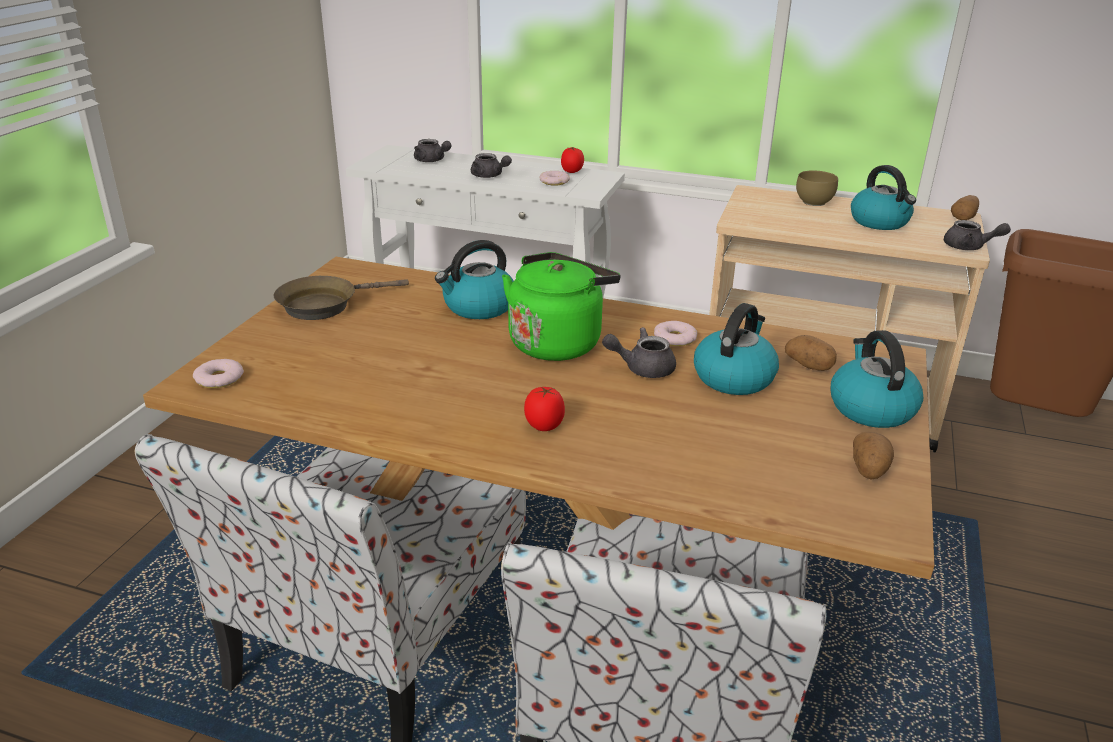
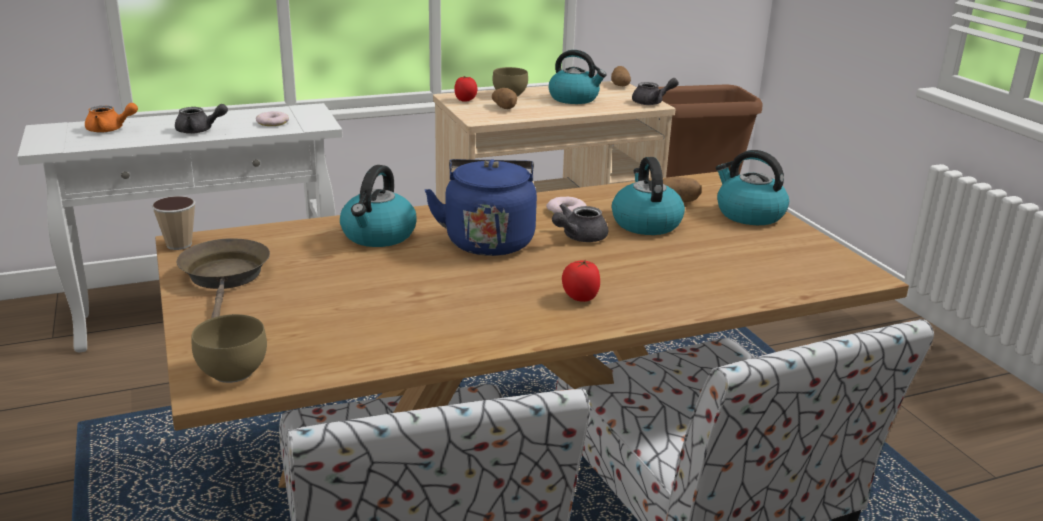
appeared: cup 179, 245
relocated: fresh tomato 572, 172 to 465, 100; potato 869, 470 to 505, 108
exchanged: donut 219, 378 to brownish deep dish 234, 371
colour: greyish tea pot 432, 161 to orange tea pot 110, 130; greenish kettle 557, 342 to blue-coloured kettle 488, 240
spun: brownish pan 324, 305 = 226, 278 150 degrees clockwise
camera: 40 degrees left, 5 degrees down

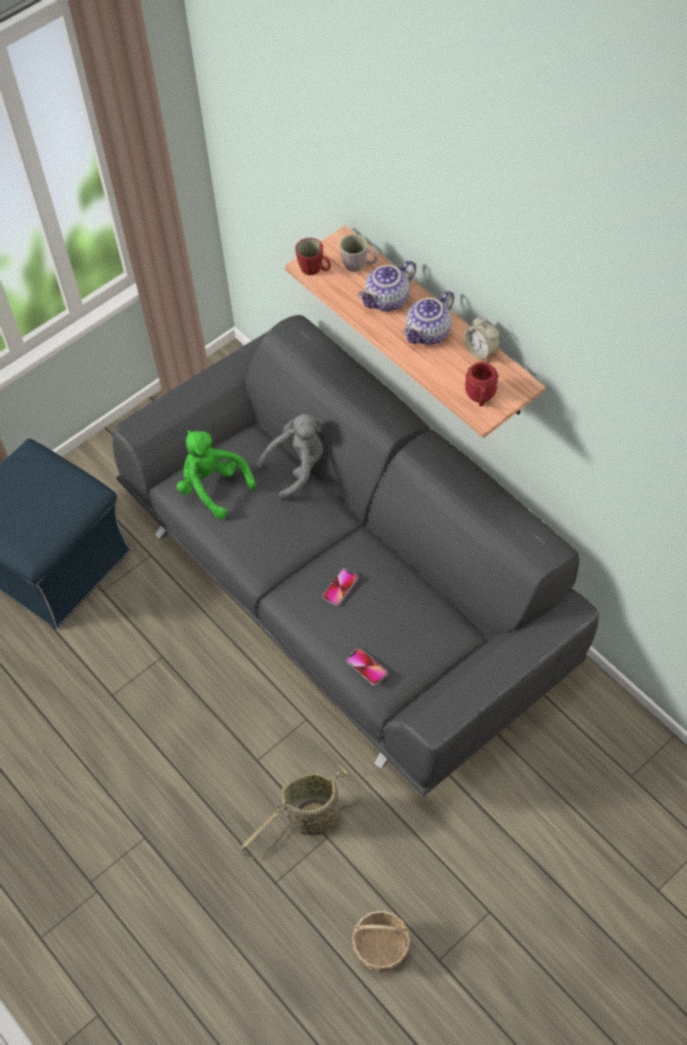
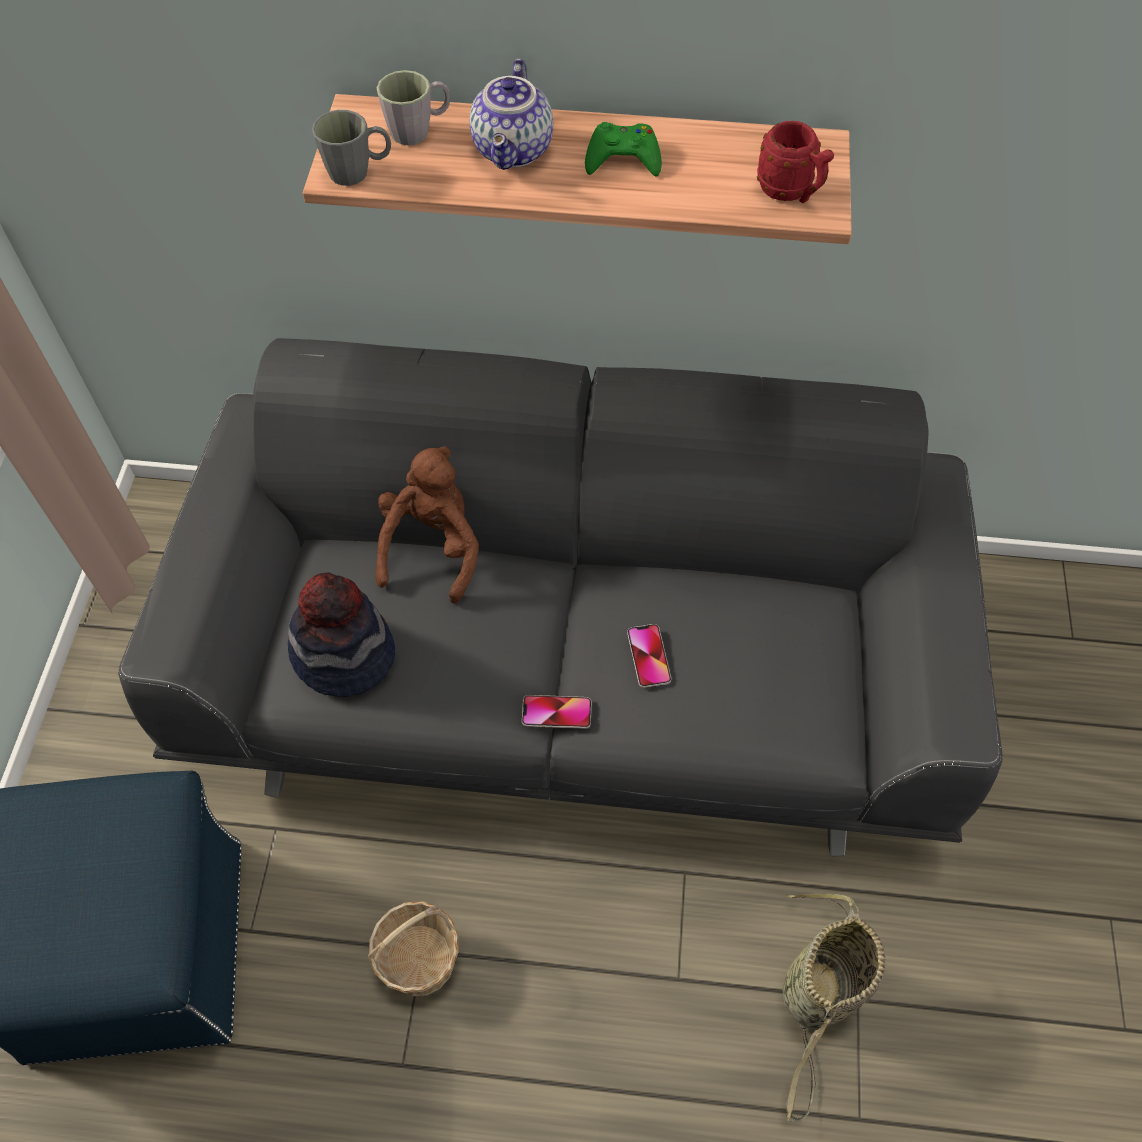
missing: bedside clock 481, 351
relocated: storage basket 381, 949 to 420, 960; telephone 366, 667 to 556, 712
exchanged: greenish plush toy 213, 487 to wearable hat 344, 655; tea pot 428, 334 to greenish gamepad 623, 158
colour: red mug 315, 270 to greyish mug 358, 172; greyish plush toy 297, 467 to brownish plush toy 432, 548
camera: 45 degrees left, 0 degrees up

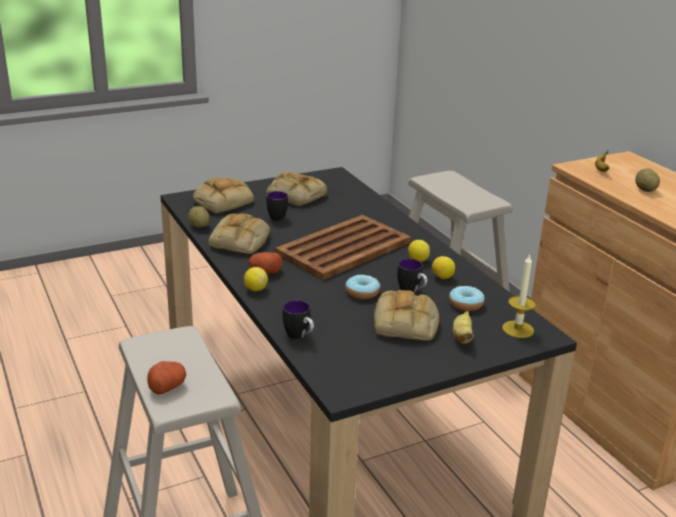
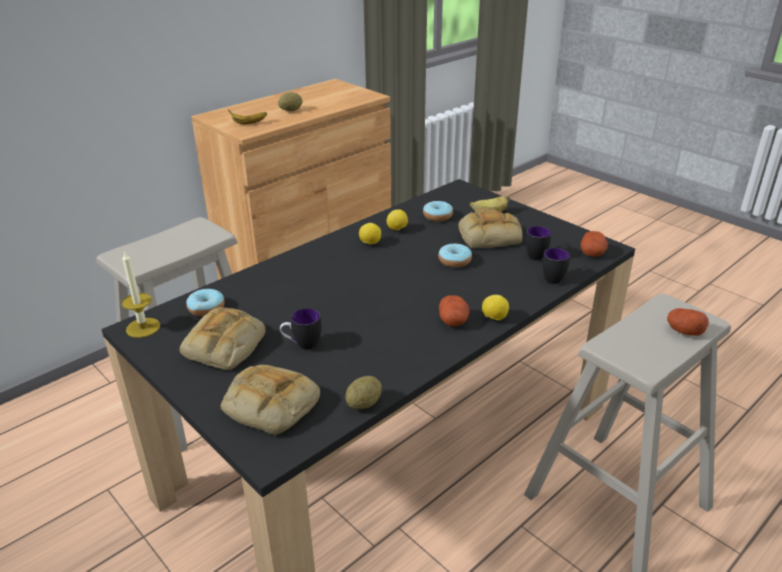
missing: bread 240, 241; brownish carrying tray 345, 248
appeared: donut 206, 308; potato 592, 253
relocated: candle 518, 329 to 143, 327; mug 412, 292 to 537, 254
camera: 105 degrees left, 5 degrees up

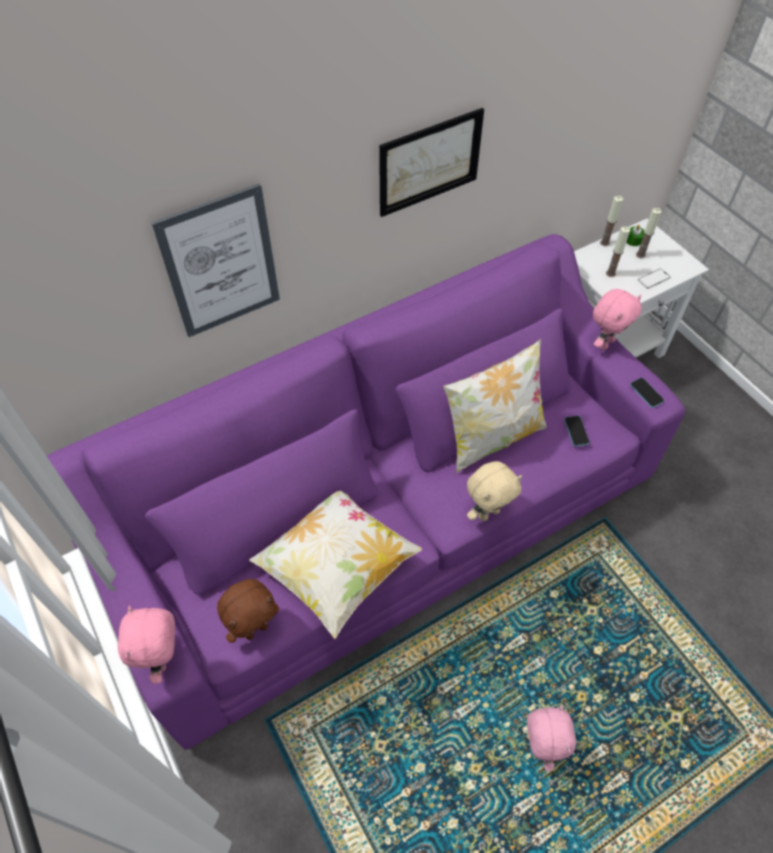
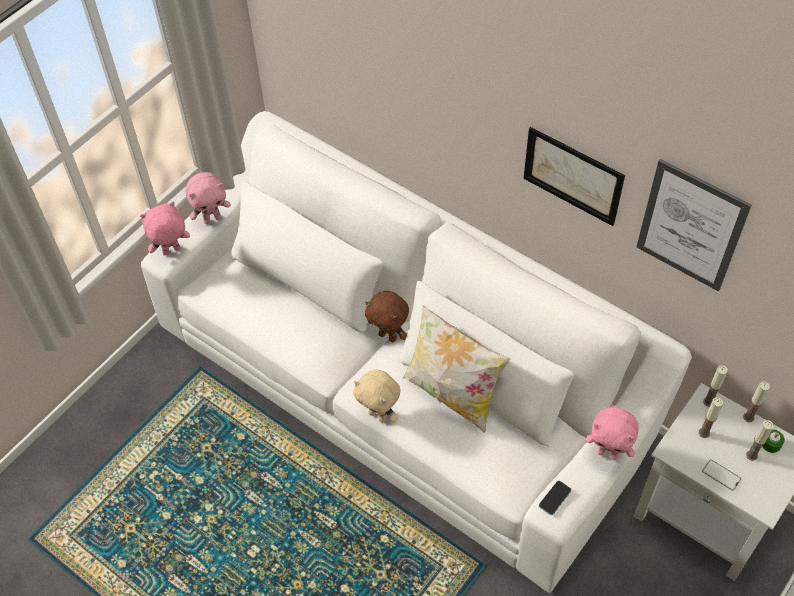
missing: throw pillow 337, 567; telephone 576, 431
appeared: candle 708, 402
relocated: pinkish plush toy 540, 745 to 212, 219; brownish plush toy 255, 629 to 388, 336; picture 221, 263 to 691, 226
colour: purple-coloured couch 386, 518 to white couch 401, 384
camera: 70 degrees right, 0 degrees up

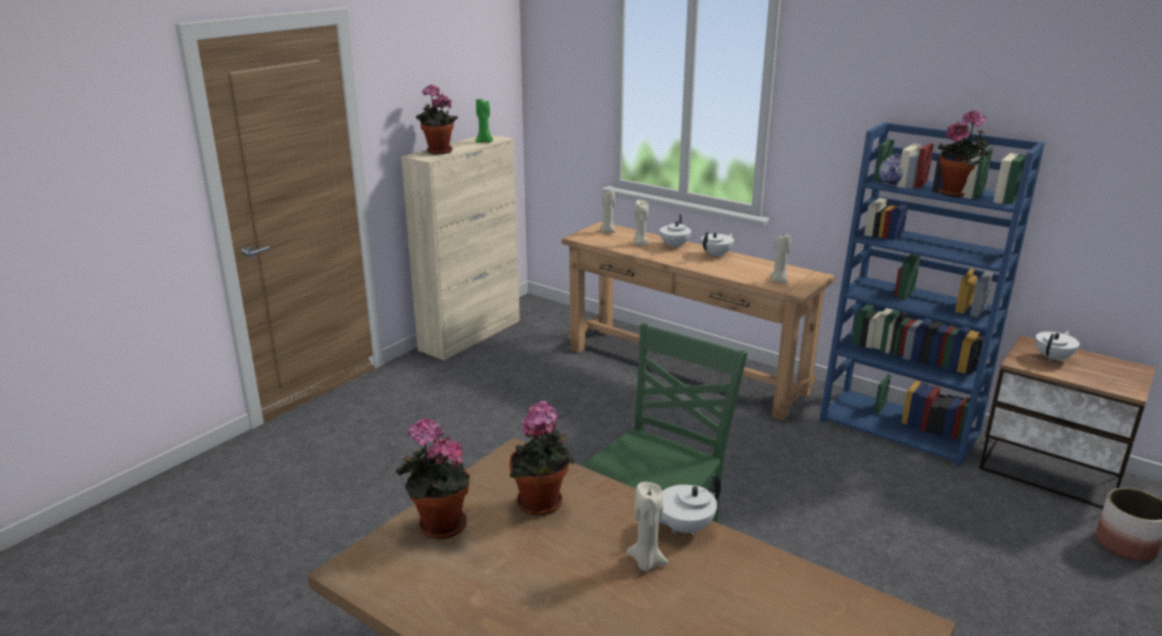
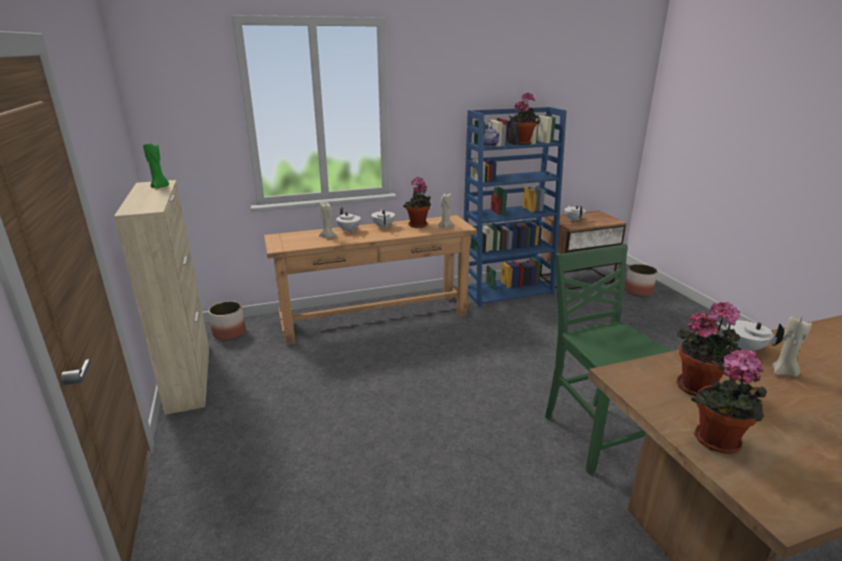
missing: sand-coloured candle 608, 231
appeared: flower pot 229, 333
relocated: houseplant 437, 152 to 418, 225
spun: white tea pot 684, 527 = 743, 348 120 degrees clockwise
camera: 55 degrees left, 0 degrees up

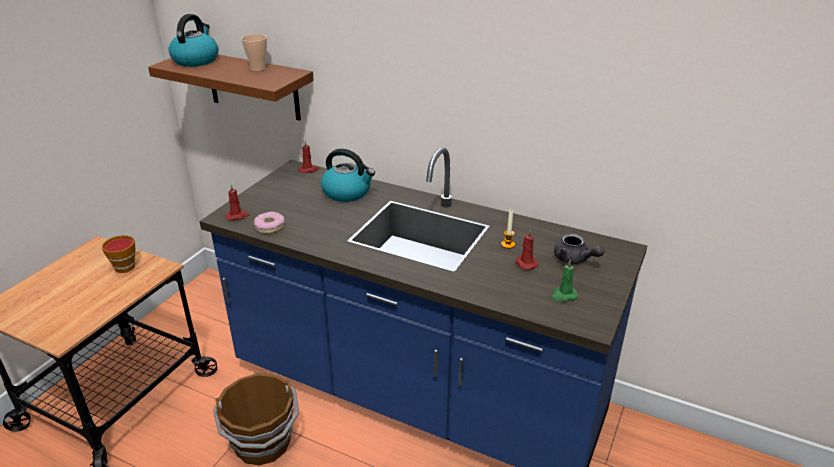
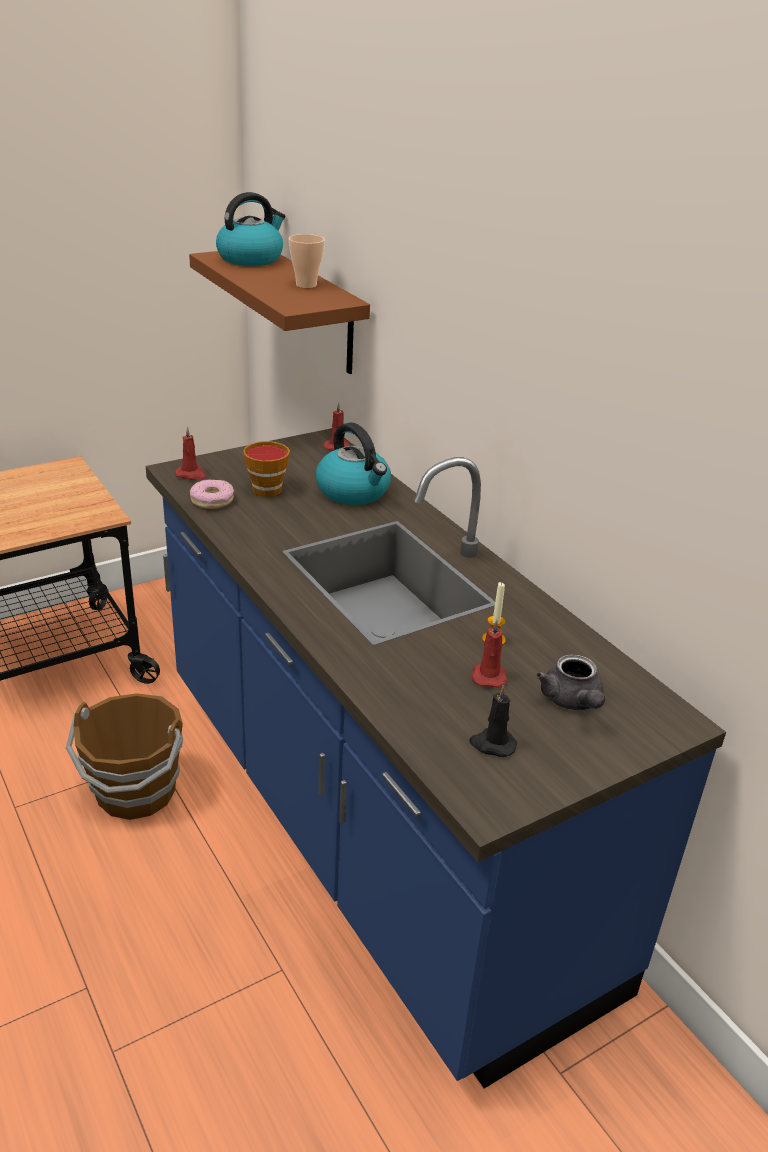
relocated: cup 123, 266 to 266, 488
colour: greenish candle 563, 295 to black candle 492, 744
camera: 30 degrees right, 0 degrees up

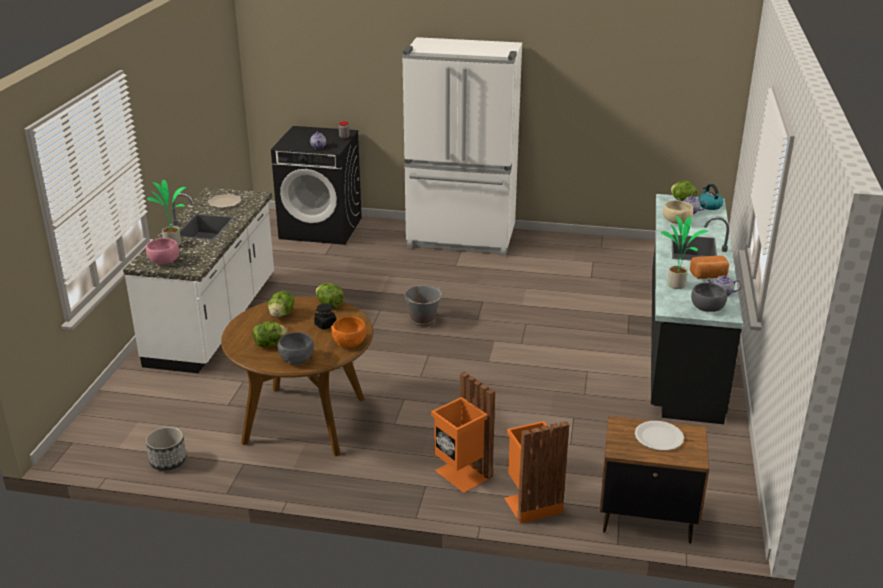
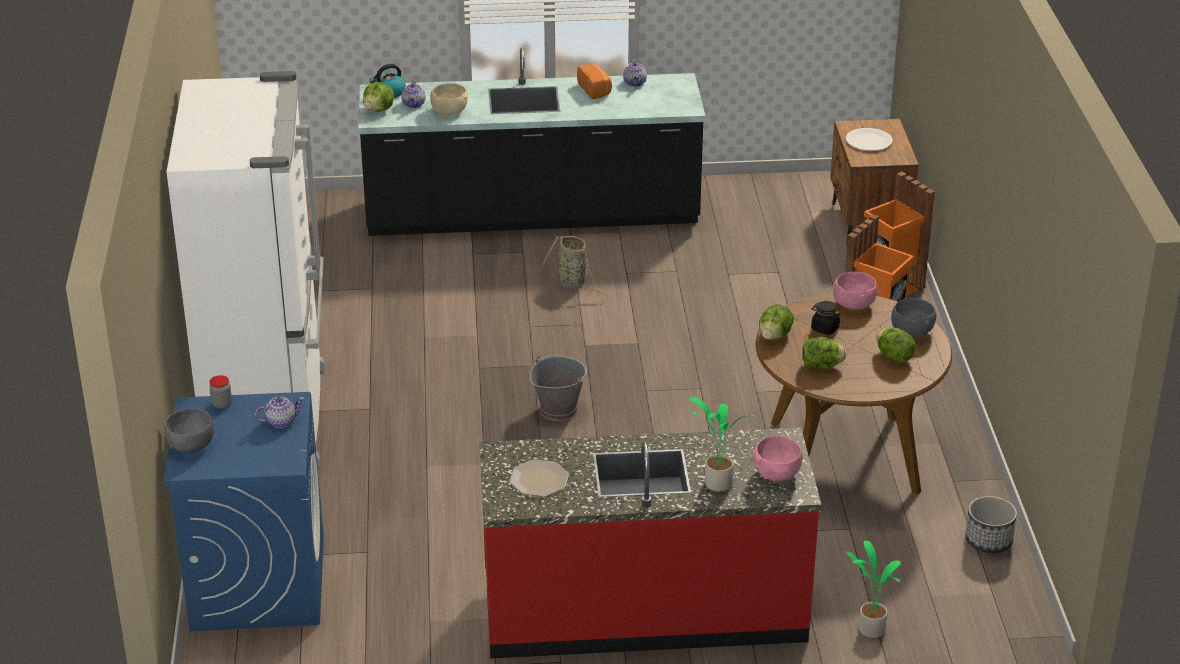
appeared: storage basket 573, 284
relocated: greyish deep dish 707, 308 to 191, 445; houseplant 677, 284 to 870, 629
colour: black laundry machine 321, 228 to blue-coloured laundry machine 257, 582; white kitchen base unit 215, 321 to red kitchen base unit 644, 610; orange deep dish 349, 342 to pinkish deep dish 853, 304
camera: 105 degrees left, 5 degrees up

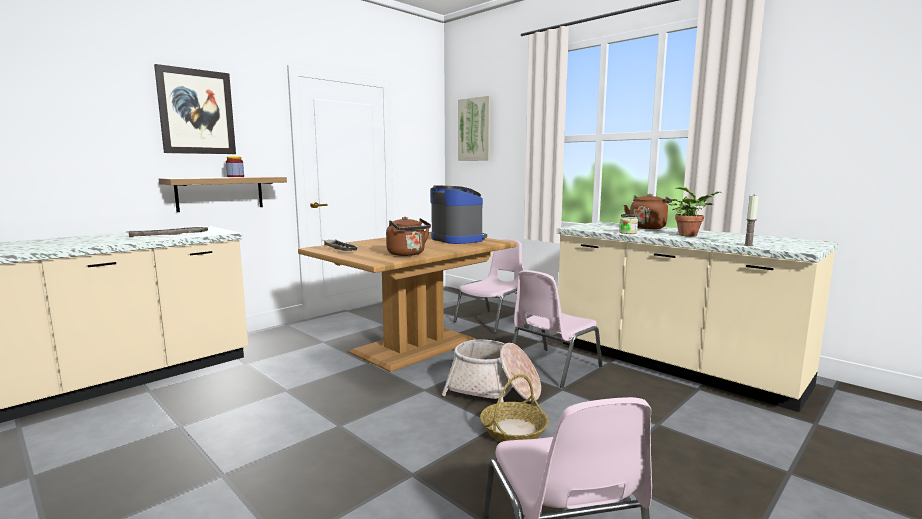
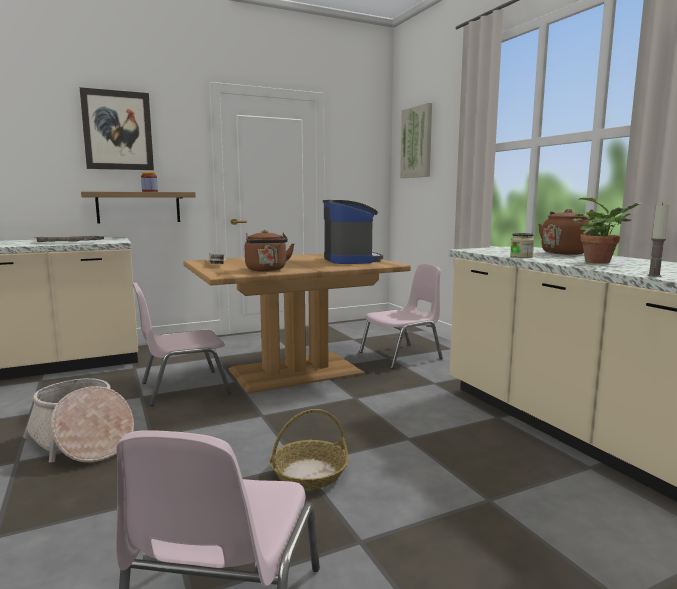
relocated: storage basket 493, 390 to 82, 441; pinkish plain chair 552, 367 to 183, 388
camera: 20 degrees right, 0 degrees up

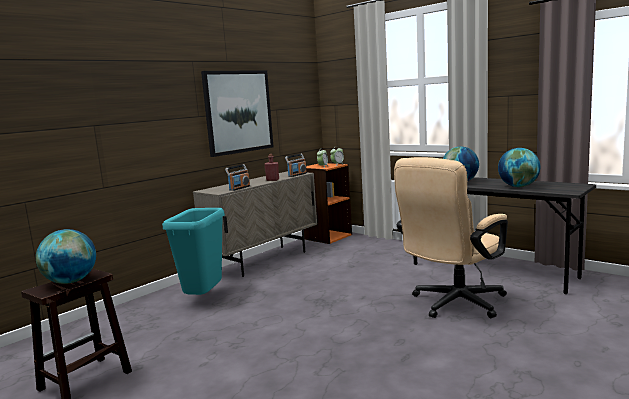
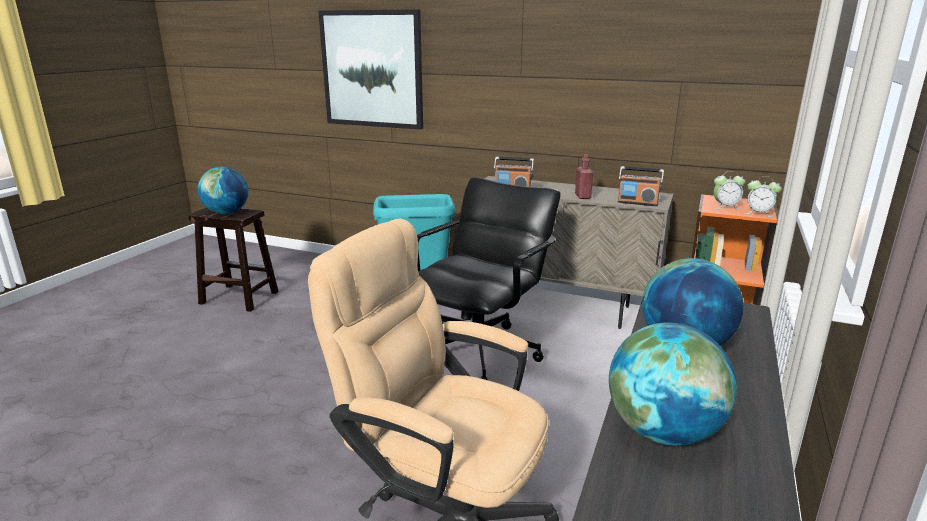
appeared: black desk chair 479, 353
relocated: picture 238, 112 to 372, 69
camera: 70 degrees right, 10 degrees up

